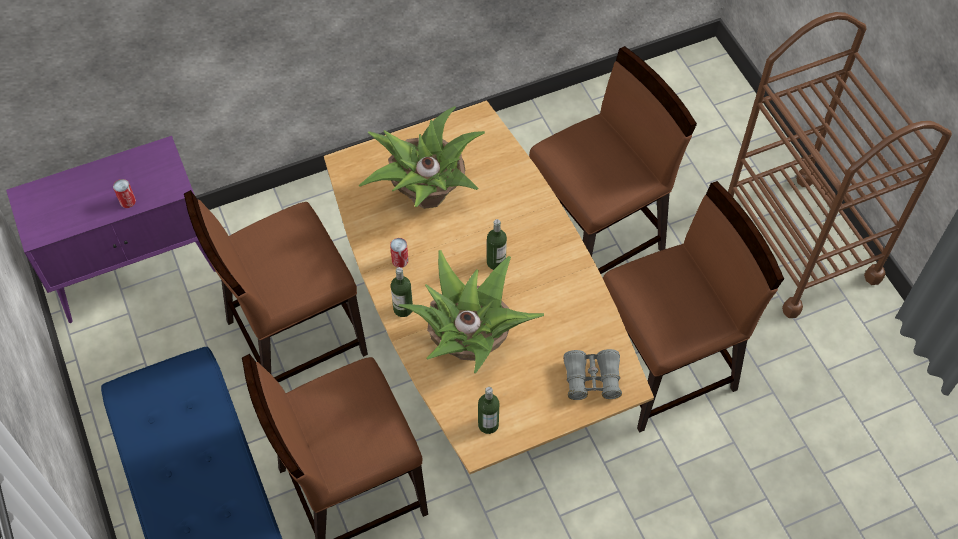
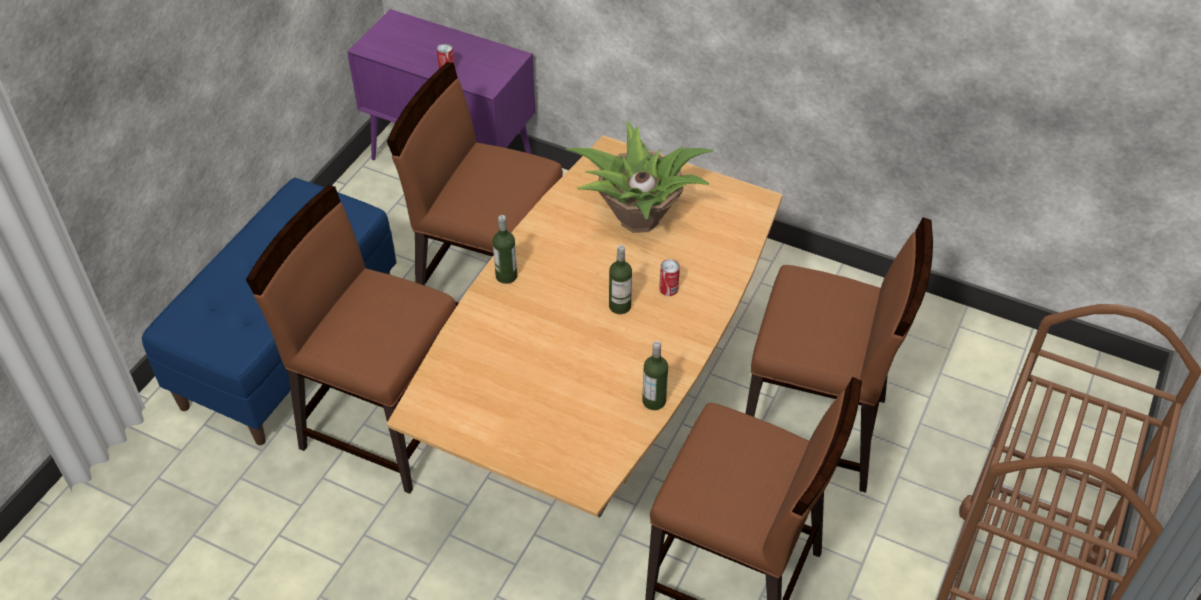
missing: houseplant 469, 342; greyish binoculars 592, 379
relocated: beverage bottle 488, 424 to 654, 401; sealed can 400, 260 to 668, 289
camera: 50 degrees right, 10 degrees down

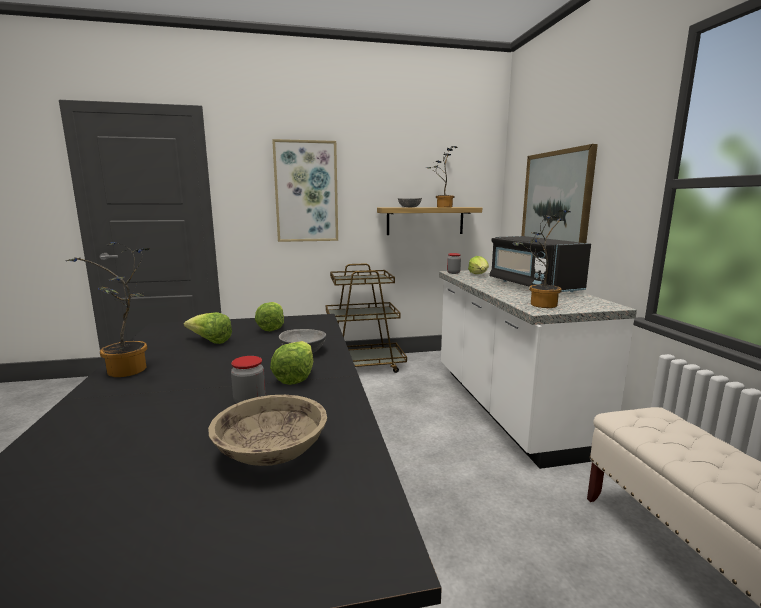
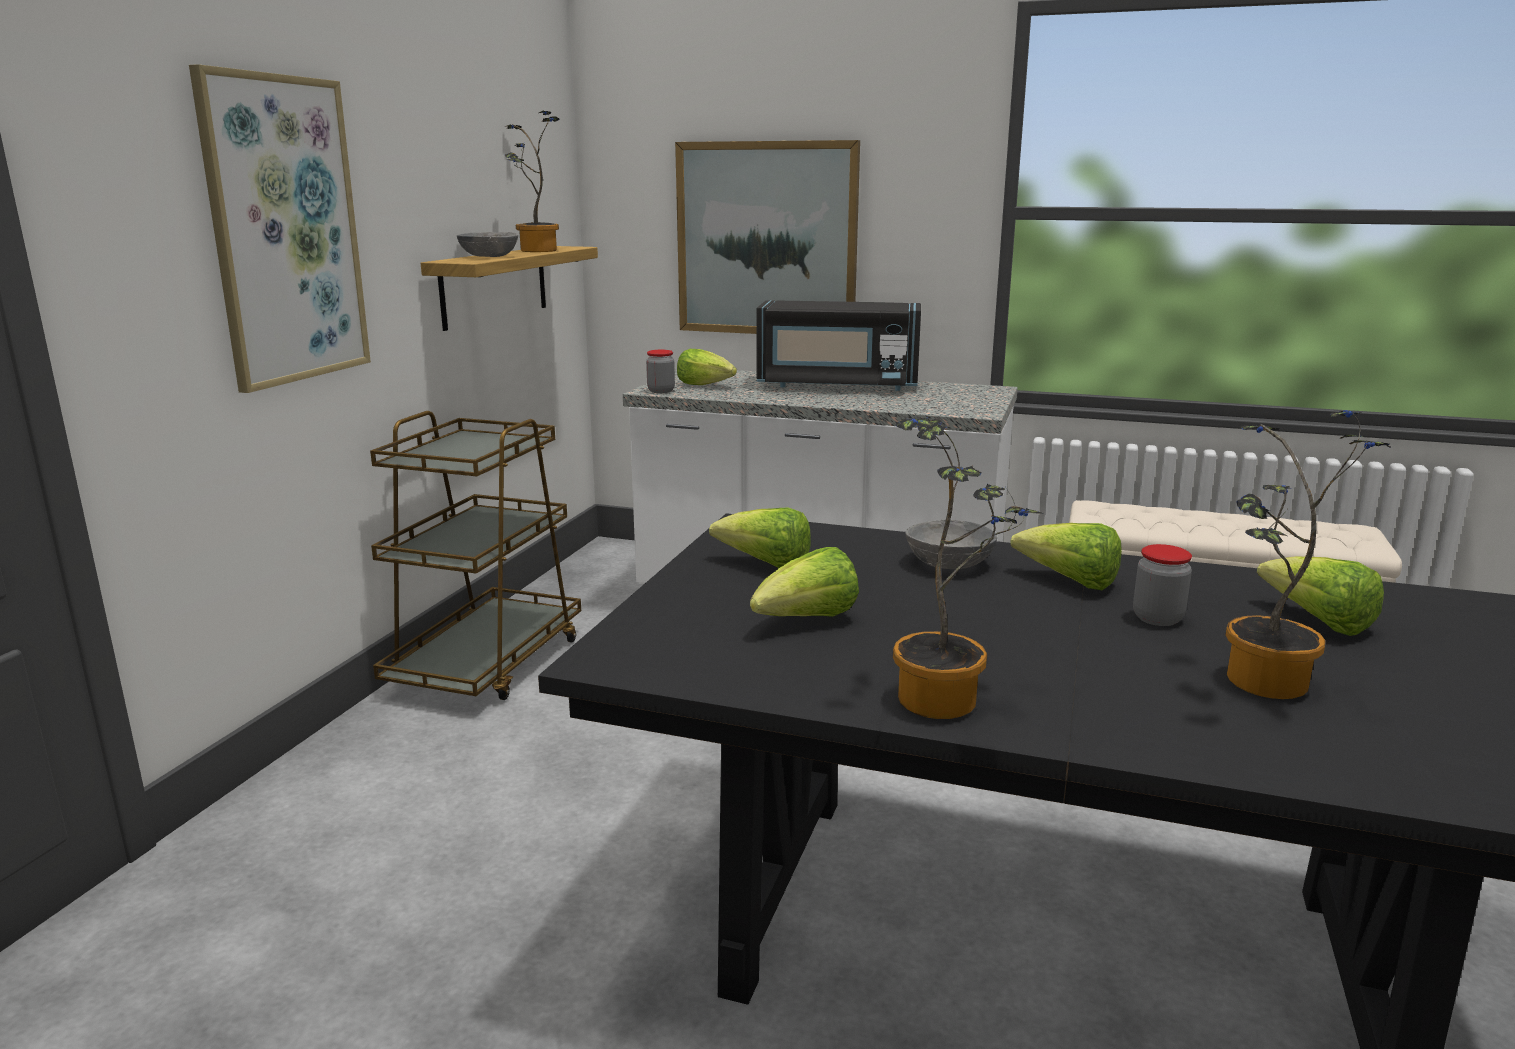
relocated: houseplant 539, 304 to 1260, 685
exchanged: sand-coloured deep dish 271, 452 to head of lettuce 1318, 622
camera: 60 degrees left, 5 degrees up

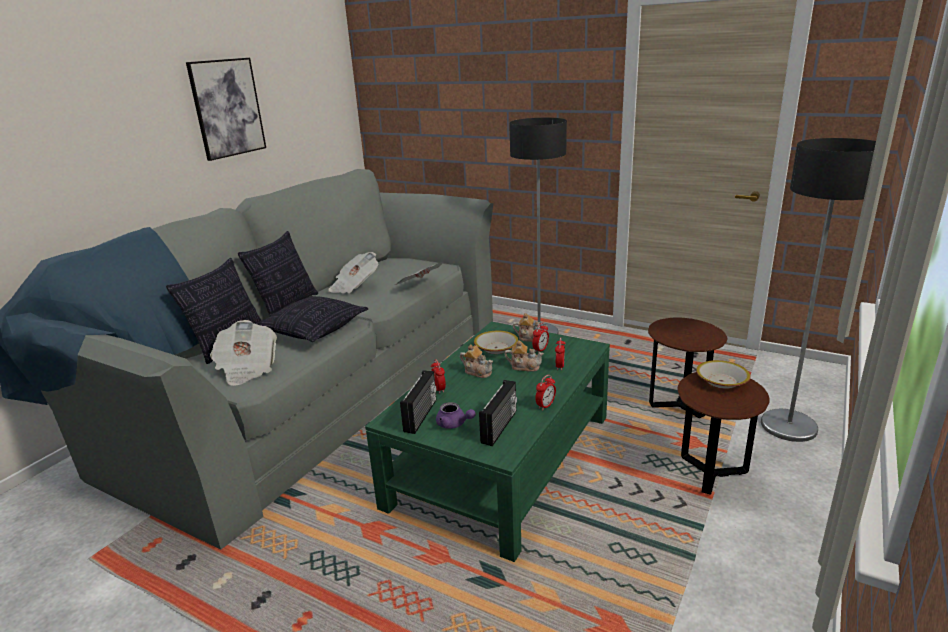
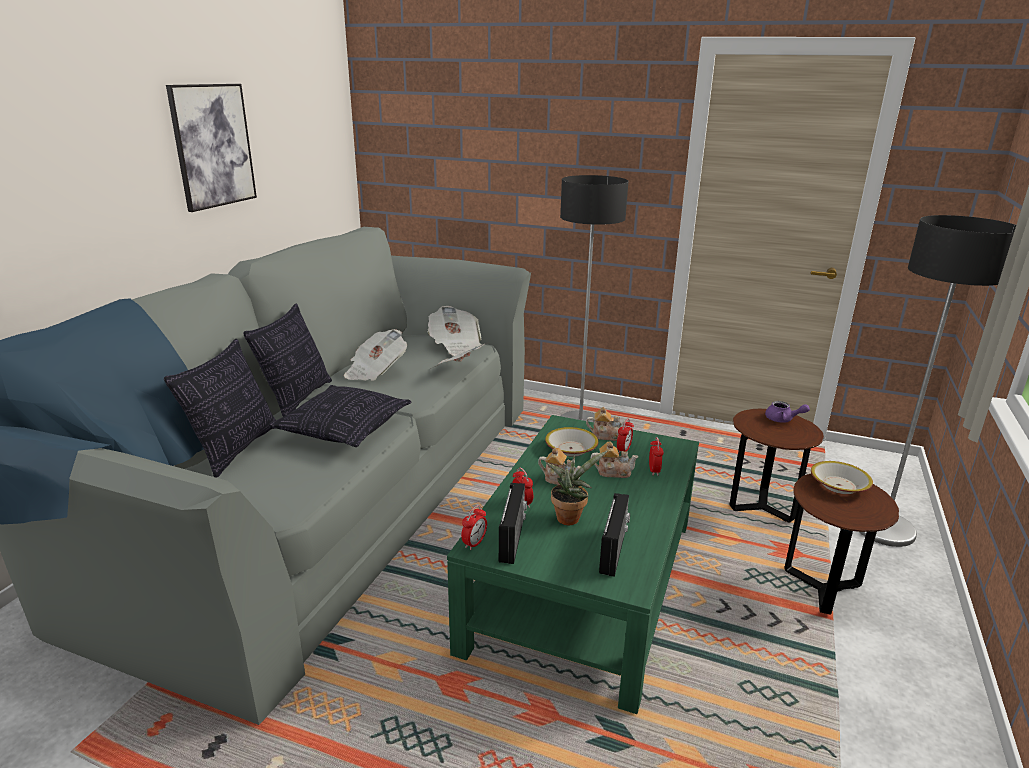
appeared: houseplant 569, 517
relocated: printed paper 247, 368 to 455, 345; bedside clock 545, 406 to 474, 543; purple-coloured tea pot 454, 424 to 782, 419
camera: 10 degrees left, 0 degrees up

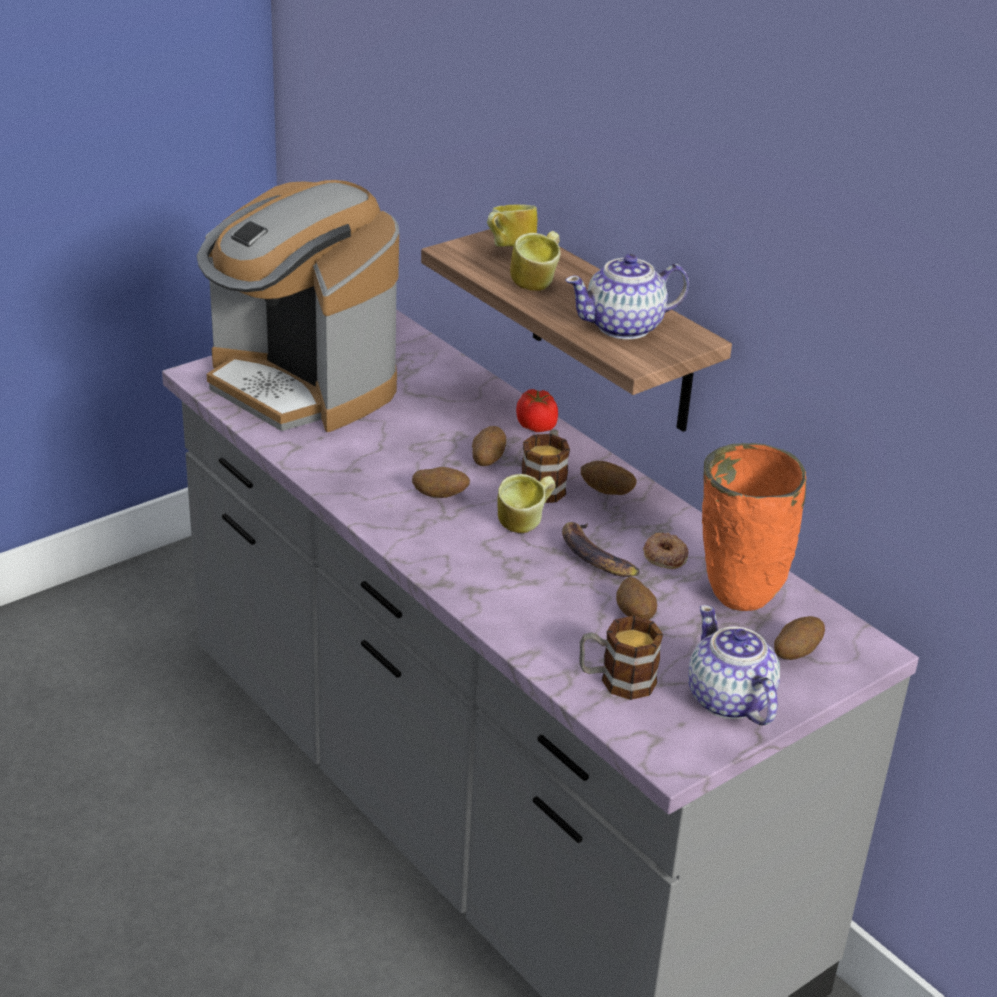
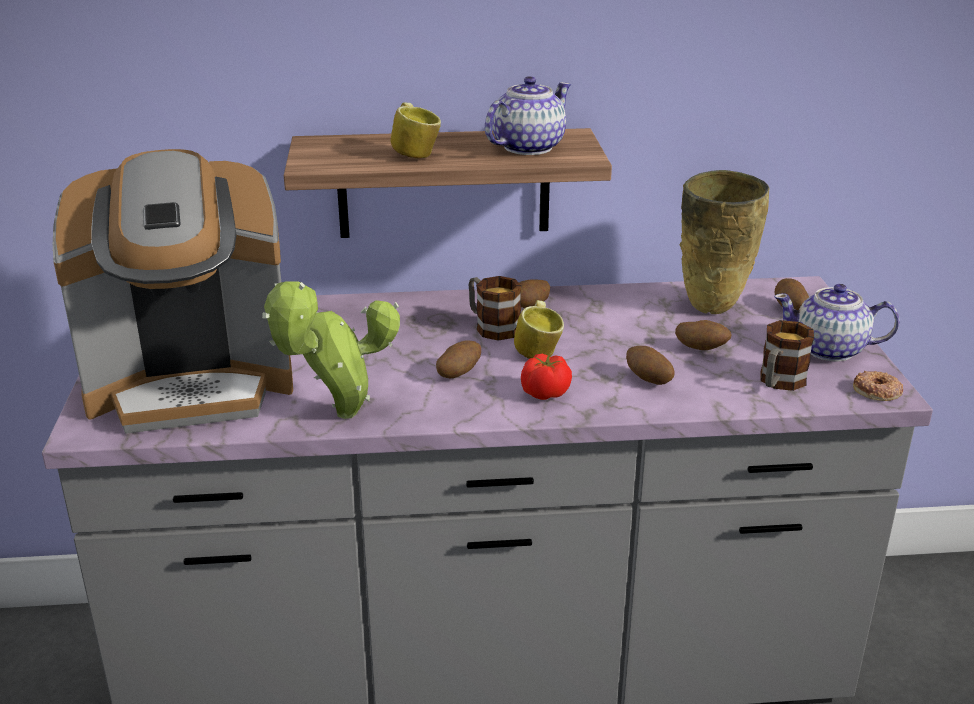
missing: mug 508, 249; whole banana 594, 556
appeared: houseplant 339, 416
relocated: fresh tomato 536, 426 to 545, 394; potato 487, 460 to 648, 380; donut 664, 556 to 877, 391
colour: orange flower vase 735, 600 to sand-coloured flower vase 711, 309
spun: tea pot 625, 327 = 527, 147 150 degrees counterclockwise
camera: 55 degrees left, 5 degrees down

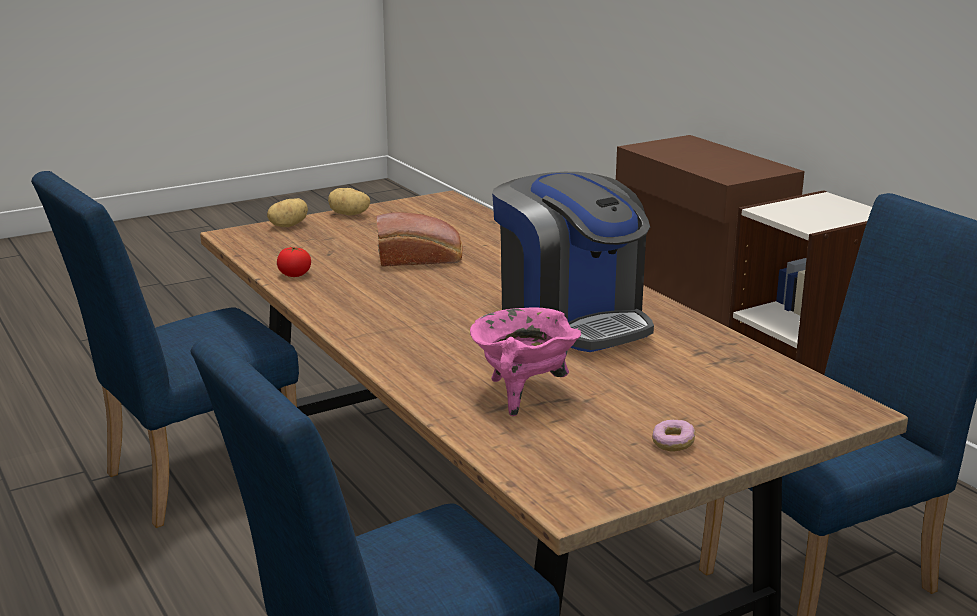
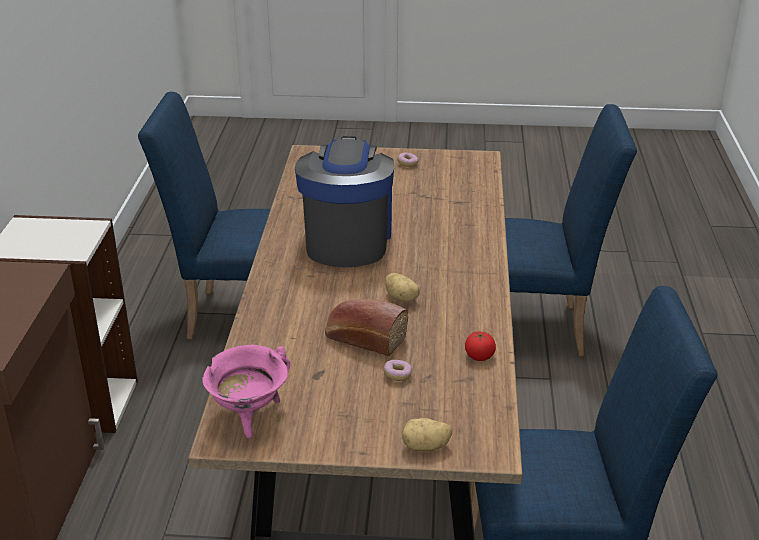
appeared: donut 397, 375
relocated: pinkish saucepot 522, 395 to 249, 416; potato 349, 214 to 402, 298
camera: 145 degrees left, 10 degrees up

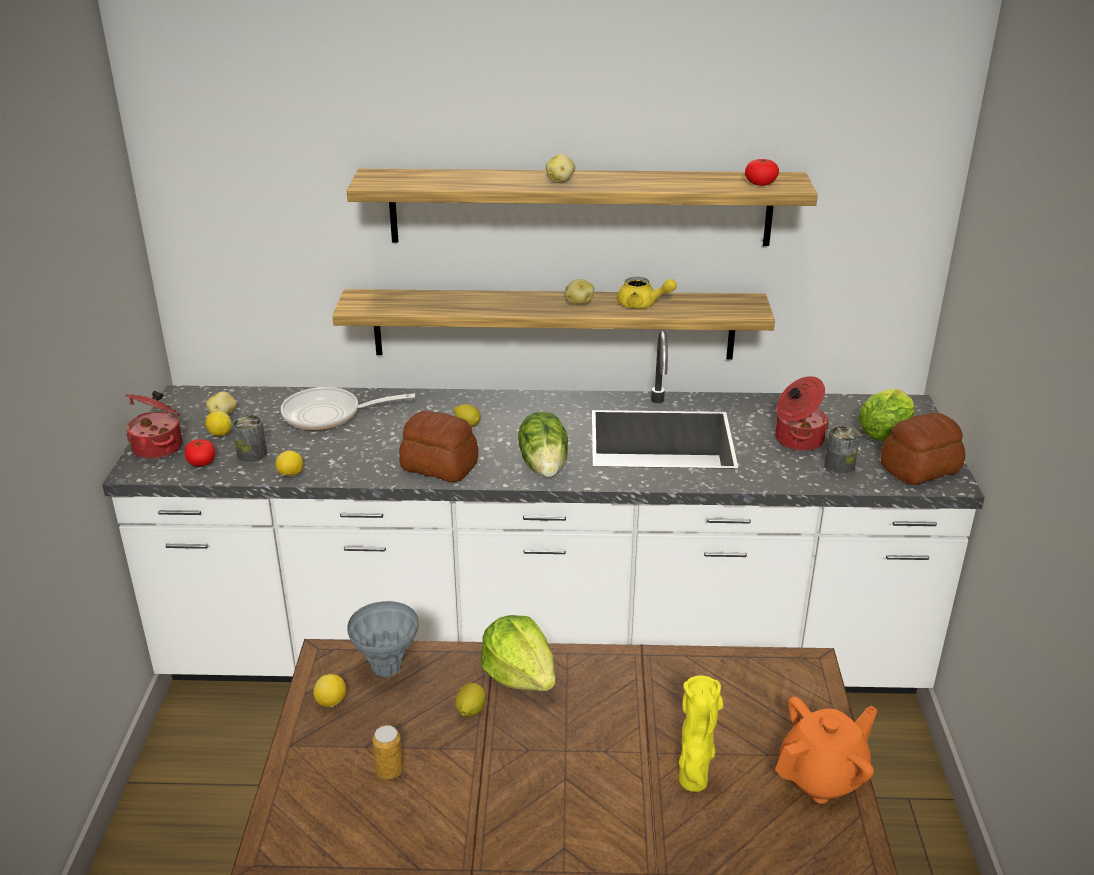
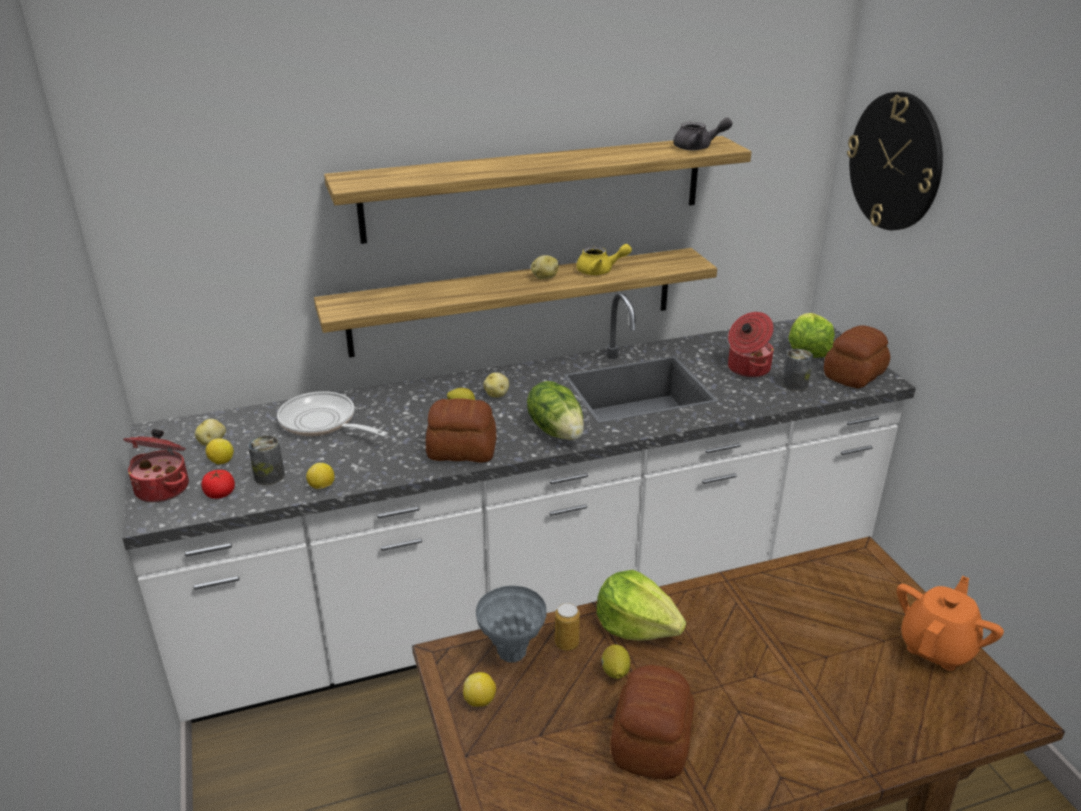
missing: yellowish flower vase 693, 782
appeared: bread 653, 740; hanging clock 895, 162
relocated: potato 560, 181 to 497, 394; sealed can 389, 771 to 566, 643
exchanged: fresh tomato 760, 183 to greyish tea pot 698, 147
spun: pan 329, 415 = 322, 423 60 degrees clockwise
camera: 20 degrees left, 0 degrees up

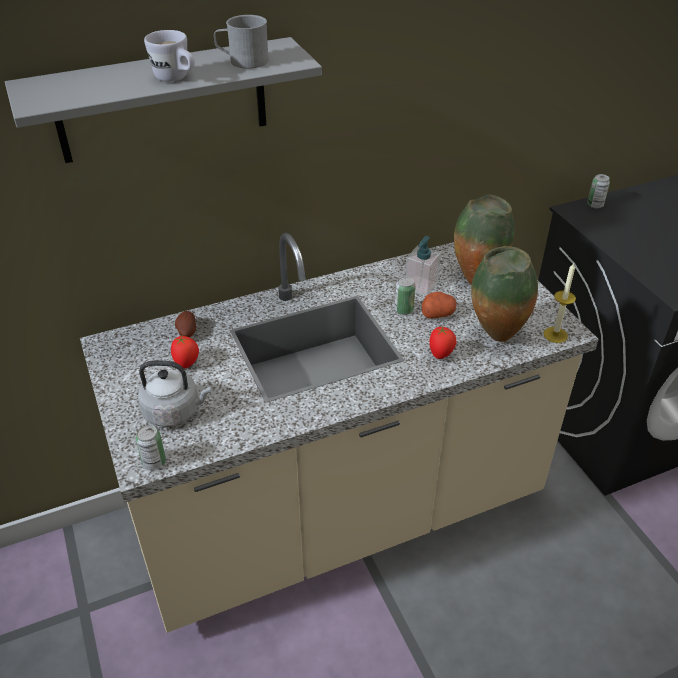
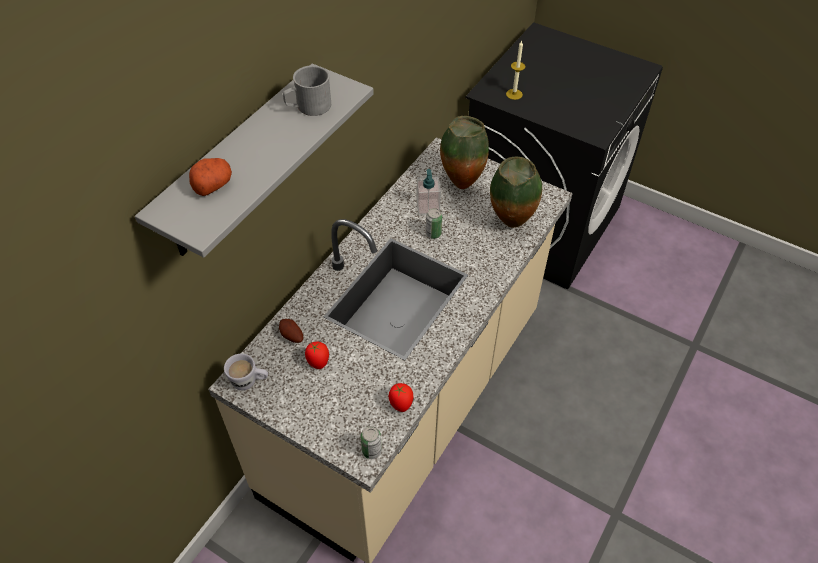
missing: greyish kettle 175, 411; sealed can 595, 205
relocated: potato 438, 313 to 212, 185; white mug 176, 79 to 249, 382; fresh tomato 441, 354 to 401, 404; candle 555, 335 to 514, 94
camera: 35 degrees left, 10 degrees up

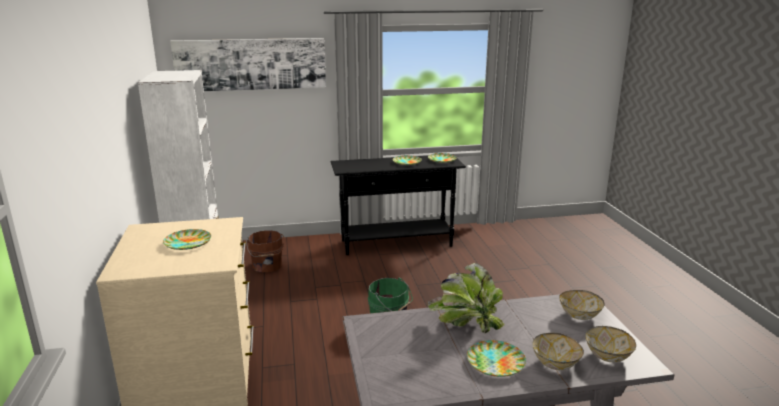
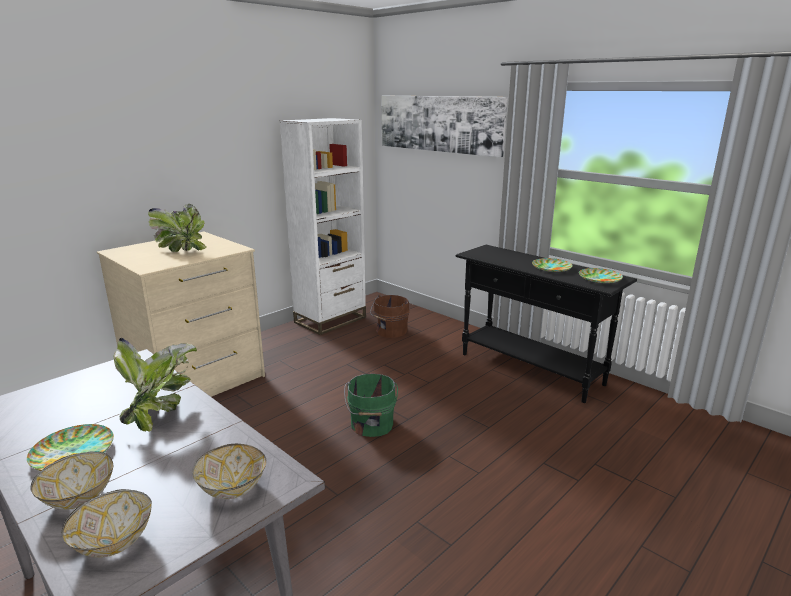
exchanged: dinner plate 188, 243 to houseplant 182, 251
camera: 55 degrees right, 0 degrees up

